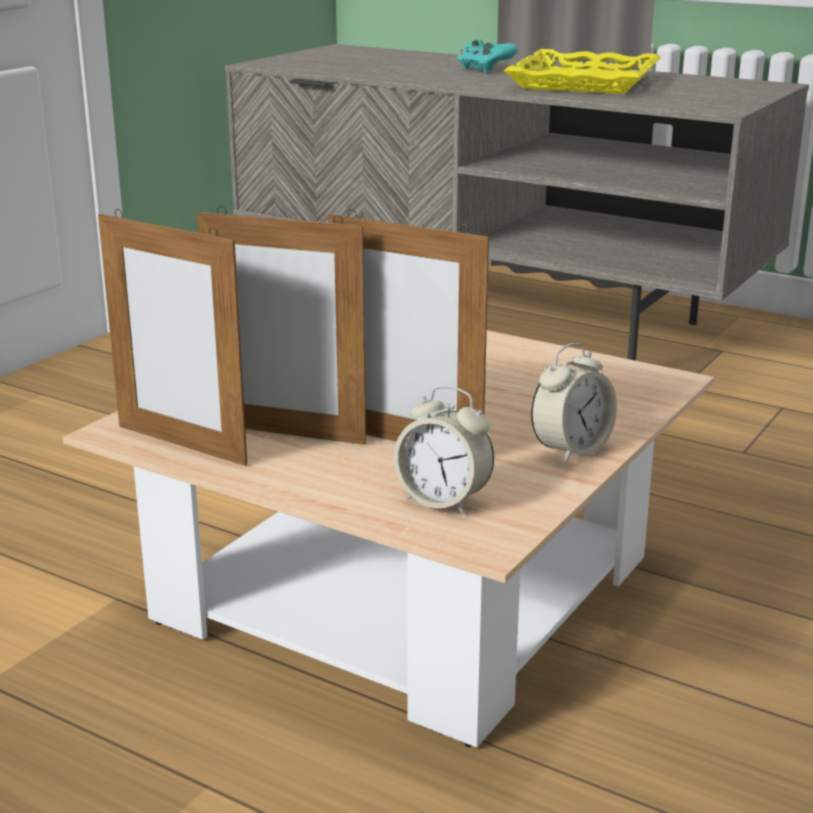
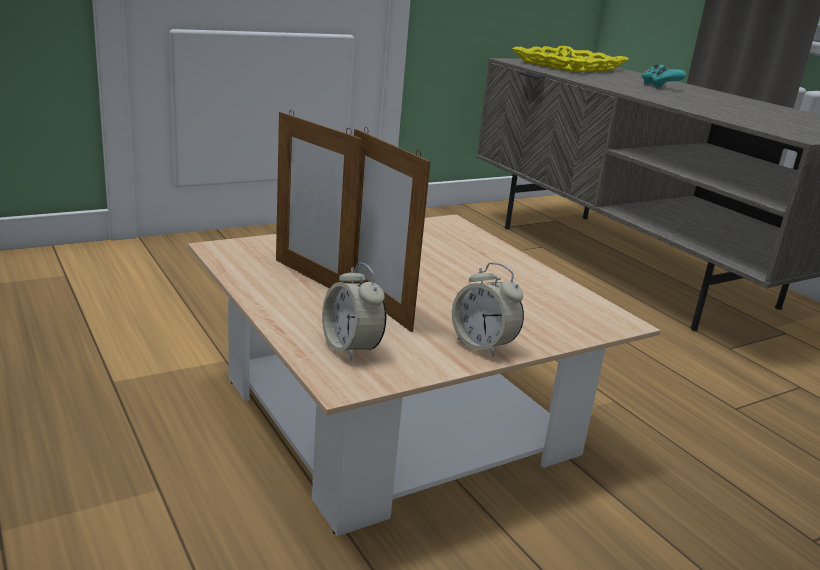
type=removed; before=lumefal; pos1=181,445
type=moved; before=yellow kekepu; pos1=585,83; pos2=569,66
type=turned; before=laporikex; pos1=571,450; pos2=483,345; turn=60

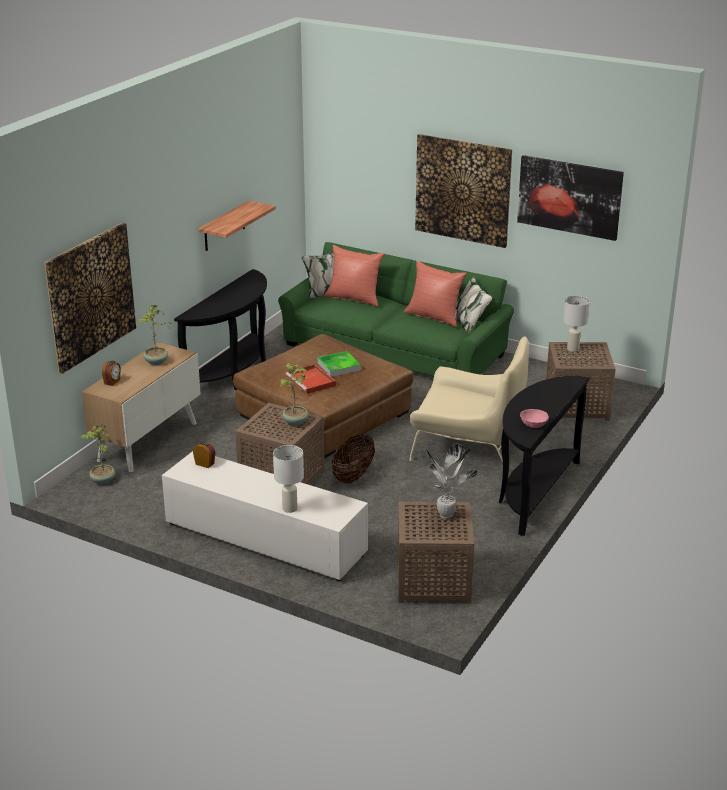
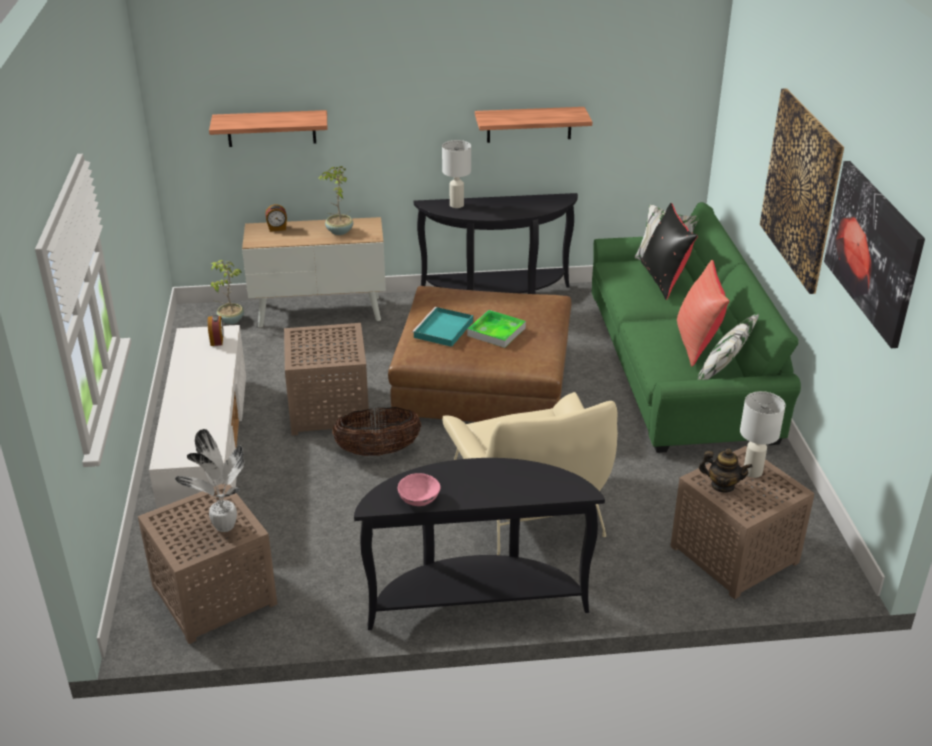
type=removed; before=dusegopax; pos1=296,422
type=added; after=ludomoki; pos2=722,486
type=moved; before=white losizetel; pos1=290,508; pos2=457,205
type=replaced; before=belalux; after=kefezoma; pos1=90,296; pos2=271,128
type=recoloured; before=red kekepu; after=turquoise kekepu; pos1=311,381; pos2=443,330
type=recoloured; before=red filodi; after=black filodi; pos1=354,298; pos2=664,279

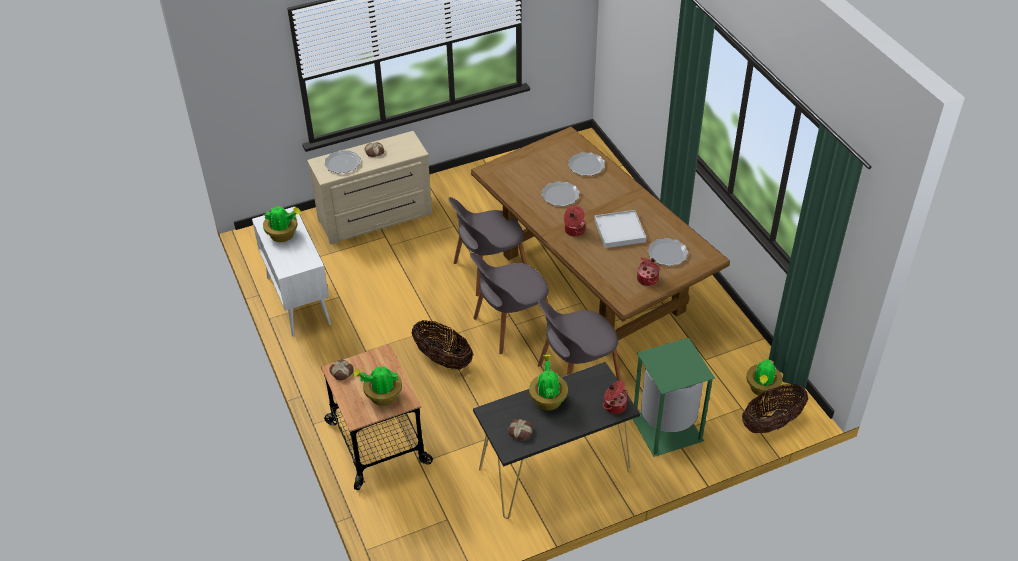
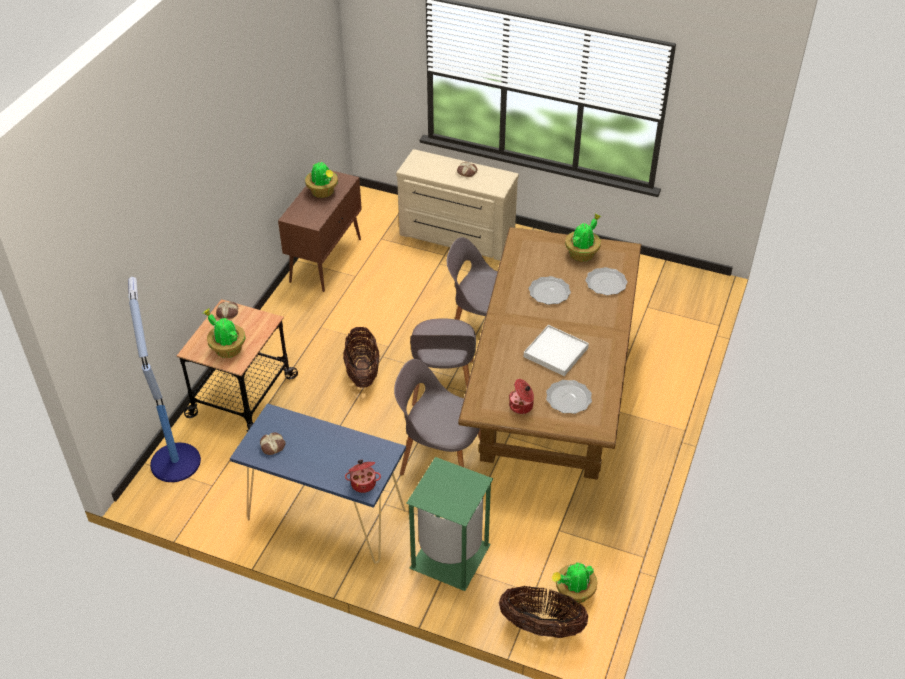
type=removed; before=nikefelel; pos1=342,163
type=removed; before=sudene; pos1=574,230
type=added; after=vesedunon; pos2=175,460
type=moved; before=dusegopax; pos1=548,399; pos2=582,253
type=recoloured; before=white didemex; after=brown didemex; pos1=298,300; pos2=326,260
type=recoloured; before=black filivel; after=blue filivel; pos1=554,470; pos2=325,514
type=turned; before=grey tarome; pos1=510,325; pos2=443,385; turn=-105

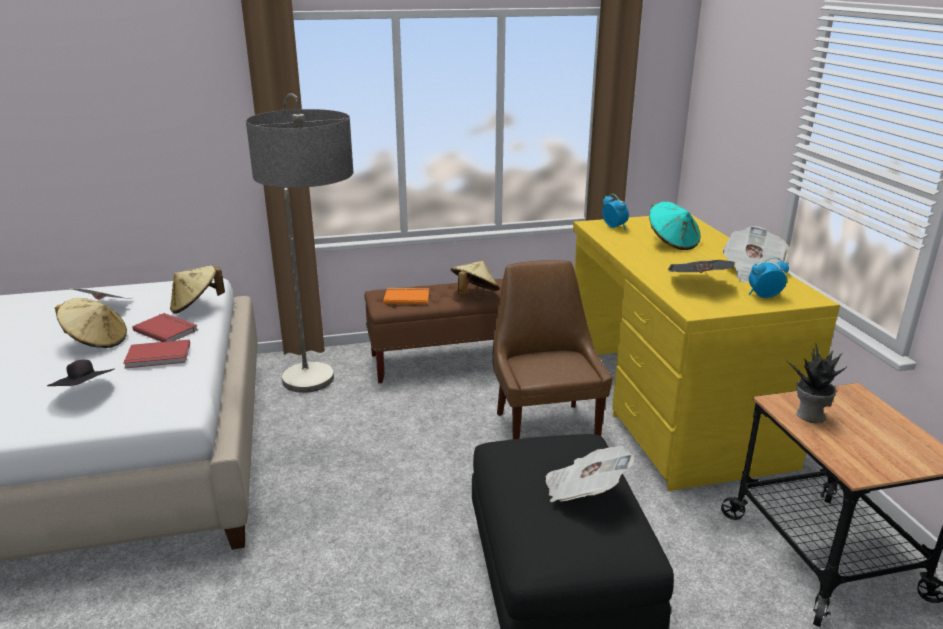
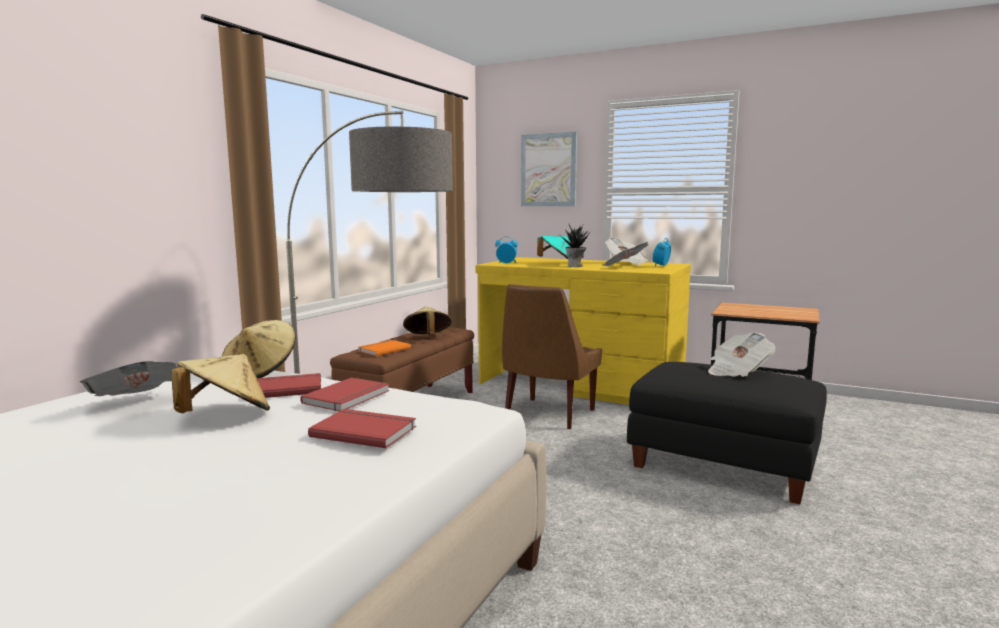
type=added; after=belalux; pos2=548,170
type=moved; before=dusegopax; pos1=809,416; pos2=575,266
type=replaced; before=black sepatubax; after=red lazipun; pos1=86,392; pos2=364,431
type=turned; before=brown tarome; pos1=545,427; pos2=548,414; turn=-90

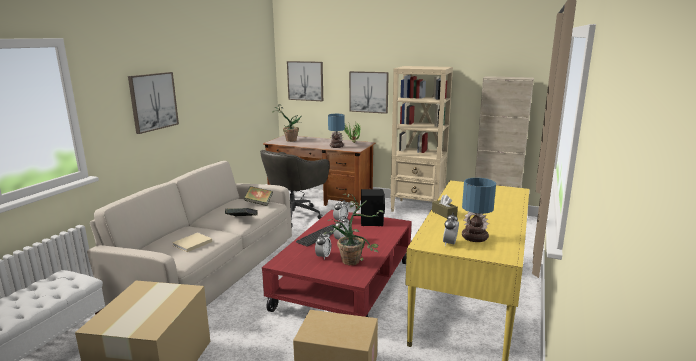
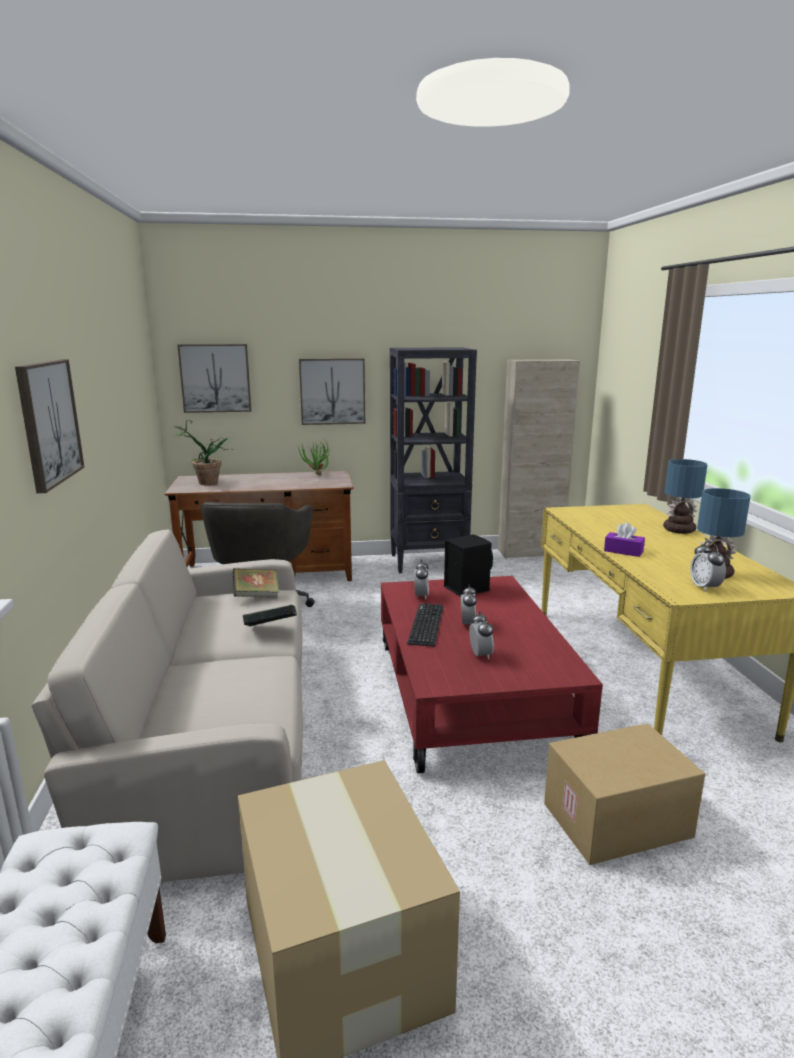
type=removed; before=beige lazipun; pos1=191,244
type=removed; before=dusegopax; pos1=355,260
type=moved; before=losizetel; pos1=336,146; pos2=678,530
type=recoloured; before=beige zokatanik; after=black zokatanik; pos1=418,208; pos2=429,562
type=recoloured; before=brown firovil; after=purple firovil; pos1=444,214; pos2=623,551

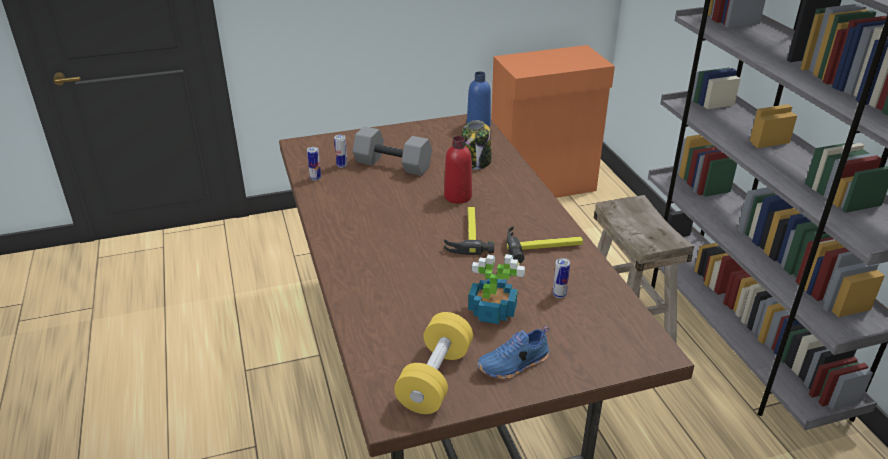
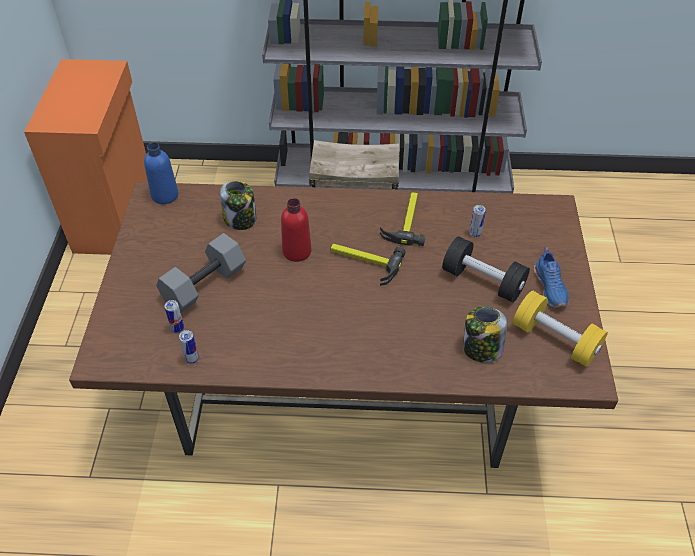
type=added; after=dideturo; pos2=481,349
type=replaced; before=dusegopax; after=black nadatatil; pos1=491,311; pos2=482,281

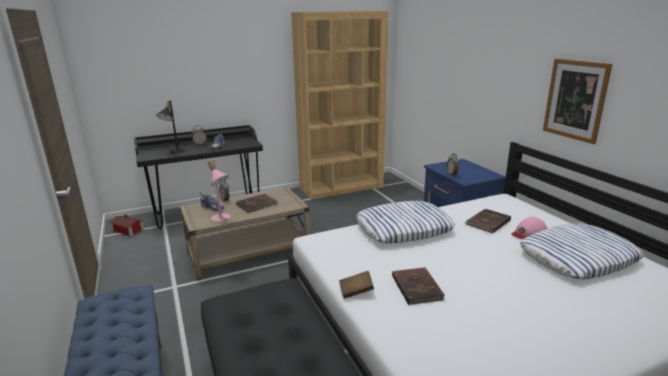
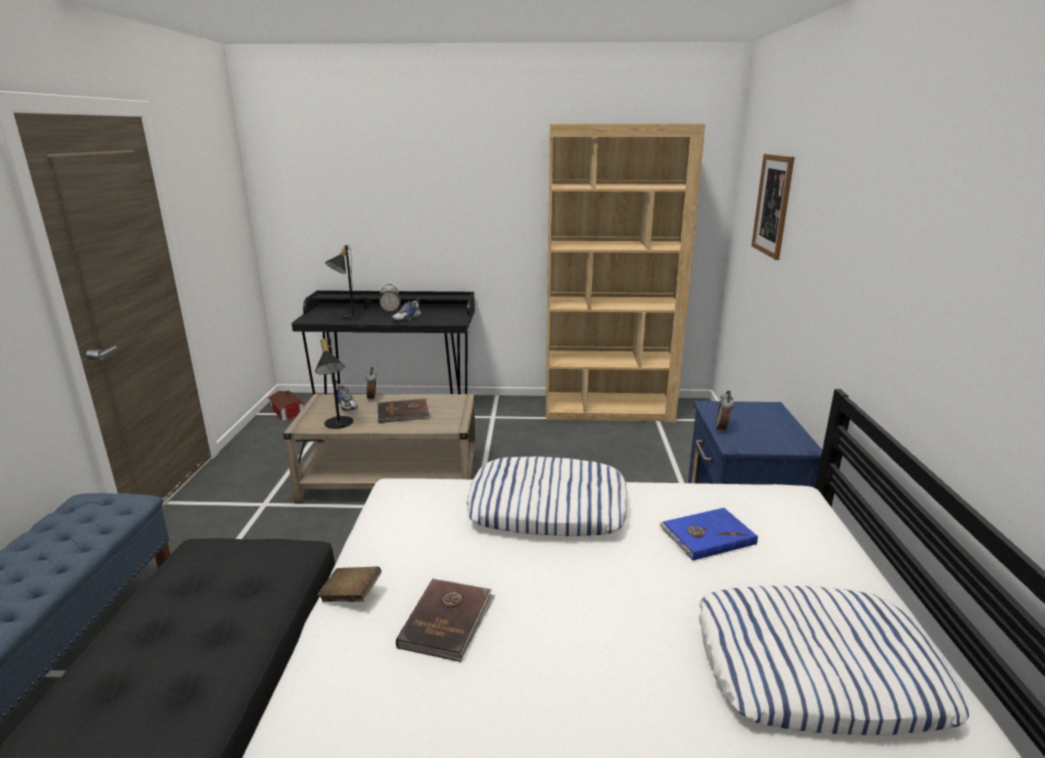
type=removed; before=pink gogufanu; pos1=528,233
type=moved; before=belalux; pos1=575,100; pos2=772,205
type=recoloured; before=pink losizetel; after=black losizetel; pos1=222,219; pos2=338,425
type=recoloured; before=brown lazipun; after=blue lazipun; pos1=487,222; pos2=706,536

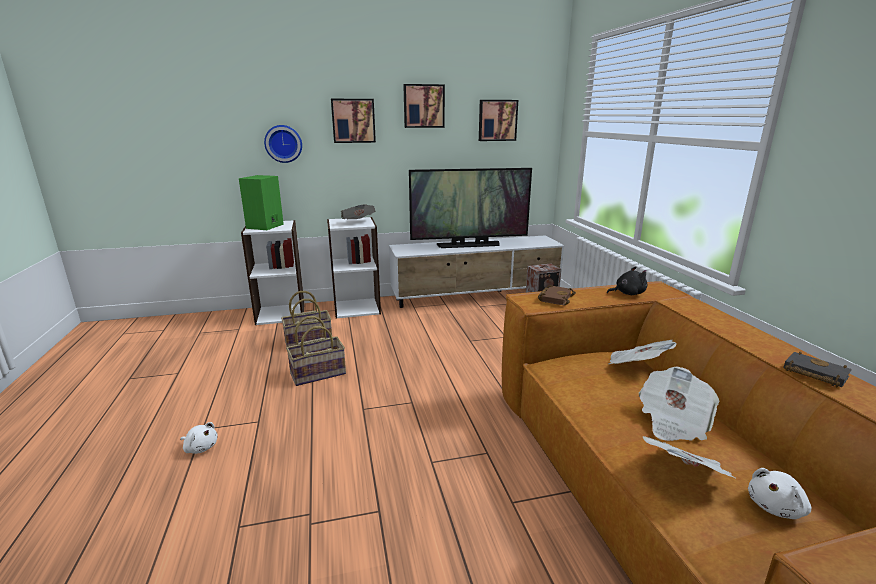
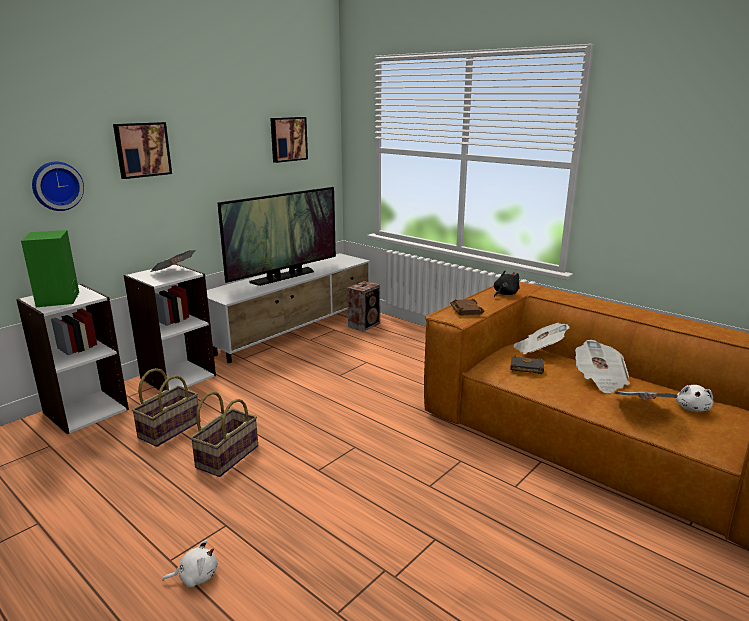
type=removed; before=belalux; pos1=423,106
type=moved; before=black lazipun; pos1=812,373; pos2=525,368

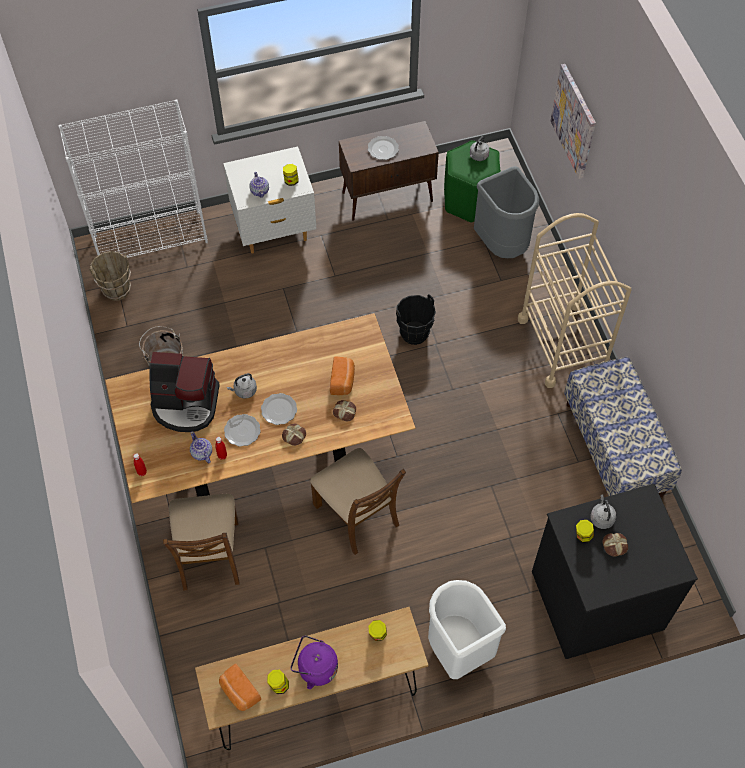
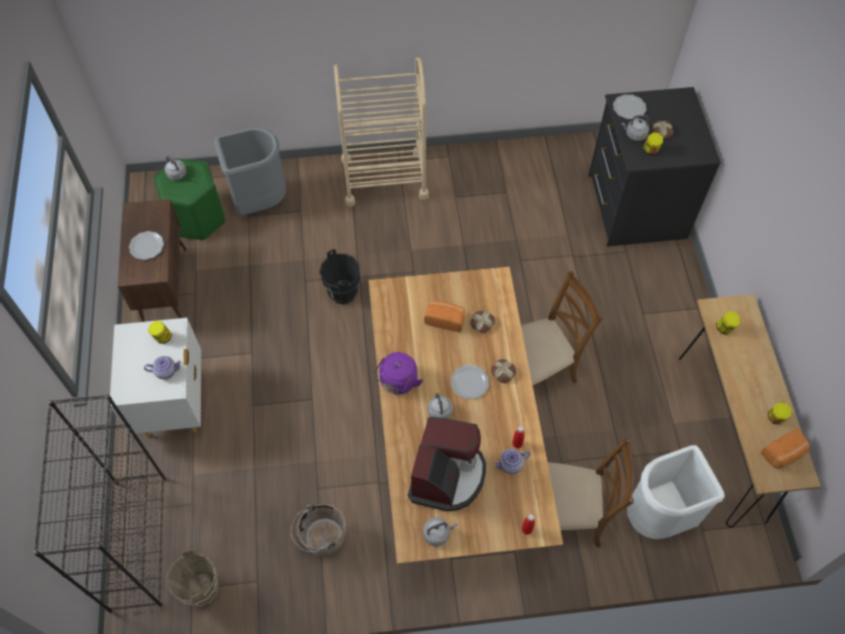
type=removed; before=belalux; pos1=574,121
type=removed; before=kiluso; pos1=614,449
type=added; after=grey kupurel; pos2=437,534
type=moved; before=nikefelel; pos1=242,430; pos2=628,108
type=moved; before=purple kupurel; pos1=315,668; pos2=397,382
type=moved; before=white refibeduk; pos1=458,649; pos2=658,516
type=recoloured; before=white zokatanik; after=black zokatanik; pos1=151,238; pos2=137,541

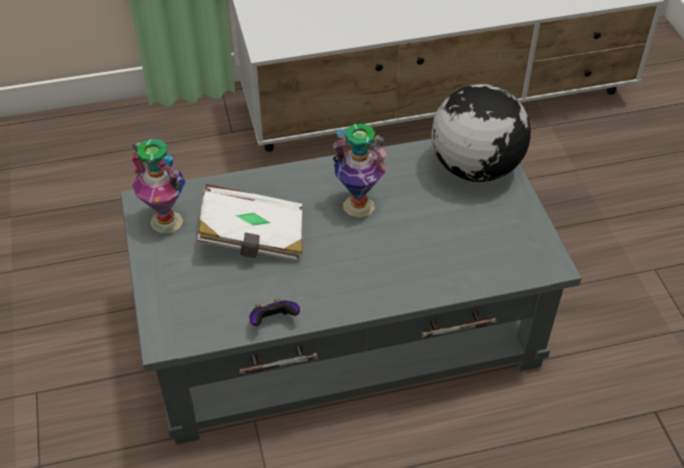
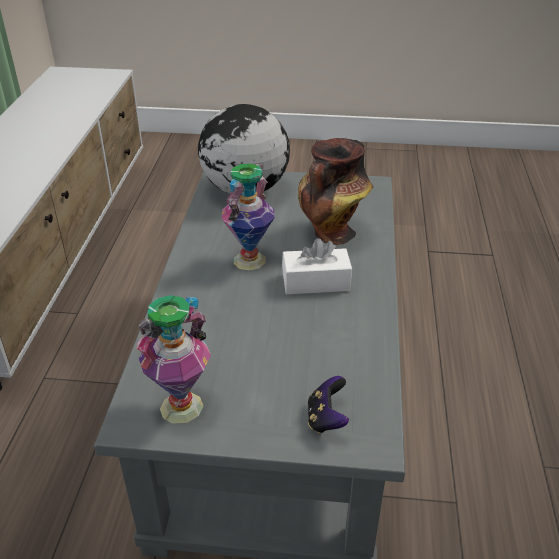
type=removed; before=white lazipun; pos1=253,239
type=added; after=white firovil; pos2=316,282
type=added; after=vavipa; pos2=332,234
type=moved; before=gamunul; pos1=273,321; pos2=326,419

